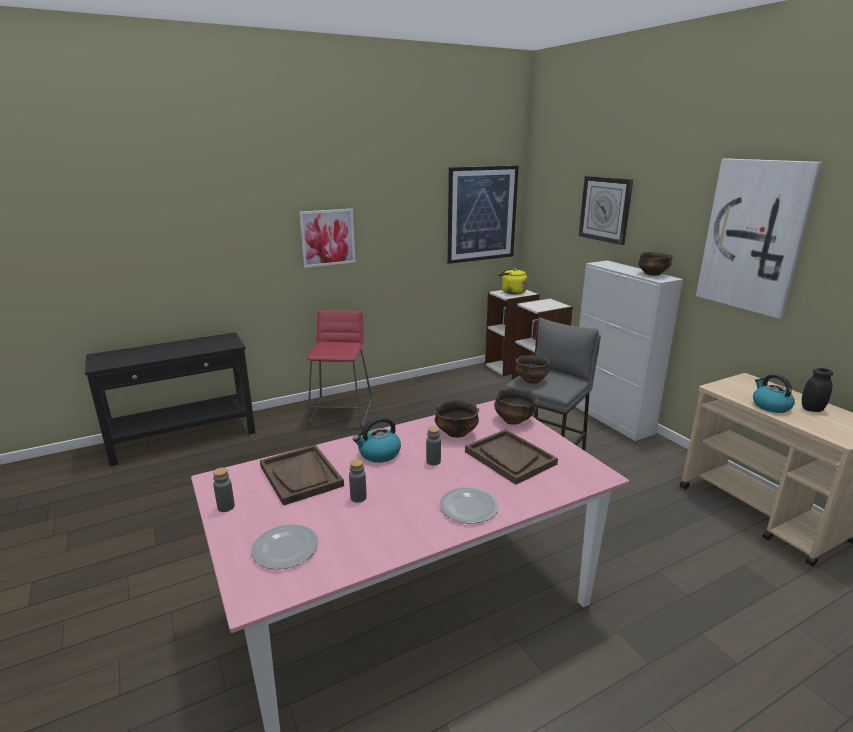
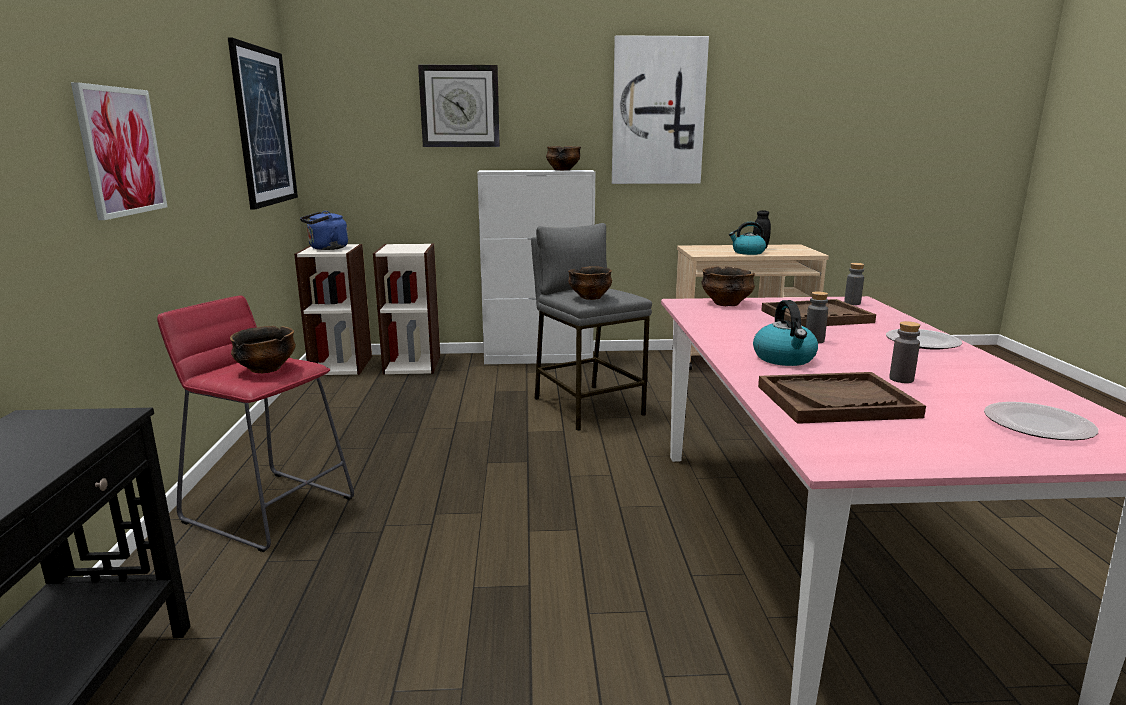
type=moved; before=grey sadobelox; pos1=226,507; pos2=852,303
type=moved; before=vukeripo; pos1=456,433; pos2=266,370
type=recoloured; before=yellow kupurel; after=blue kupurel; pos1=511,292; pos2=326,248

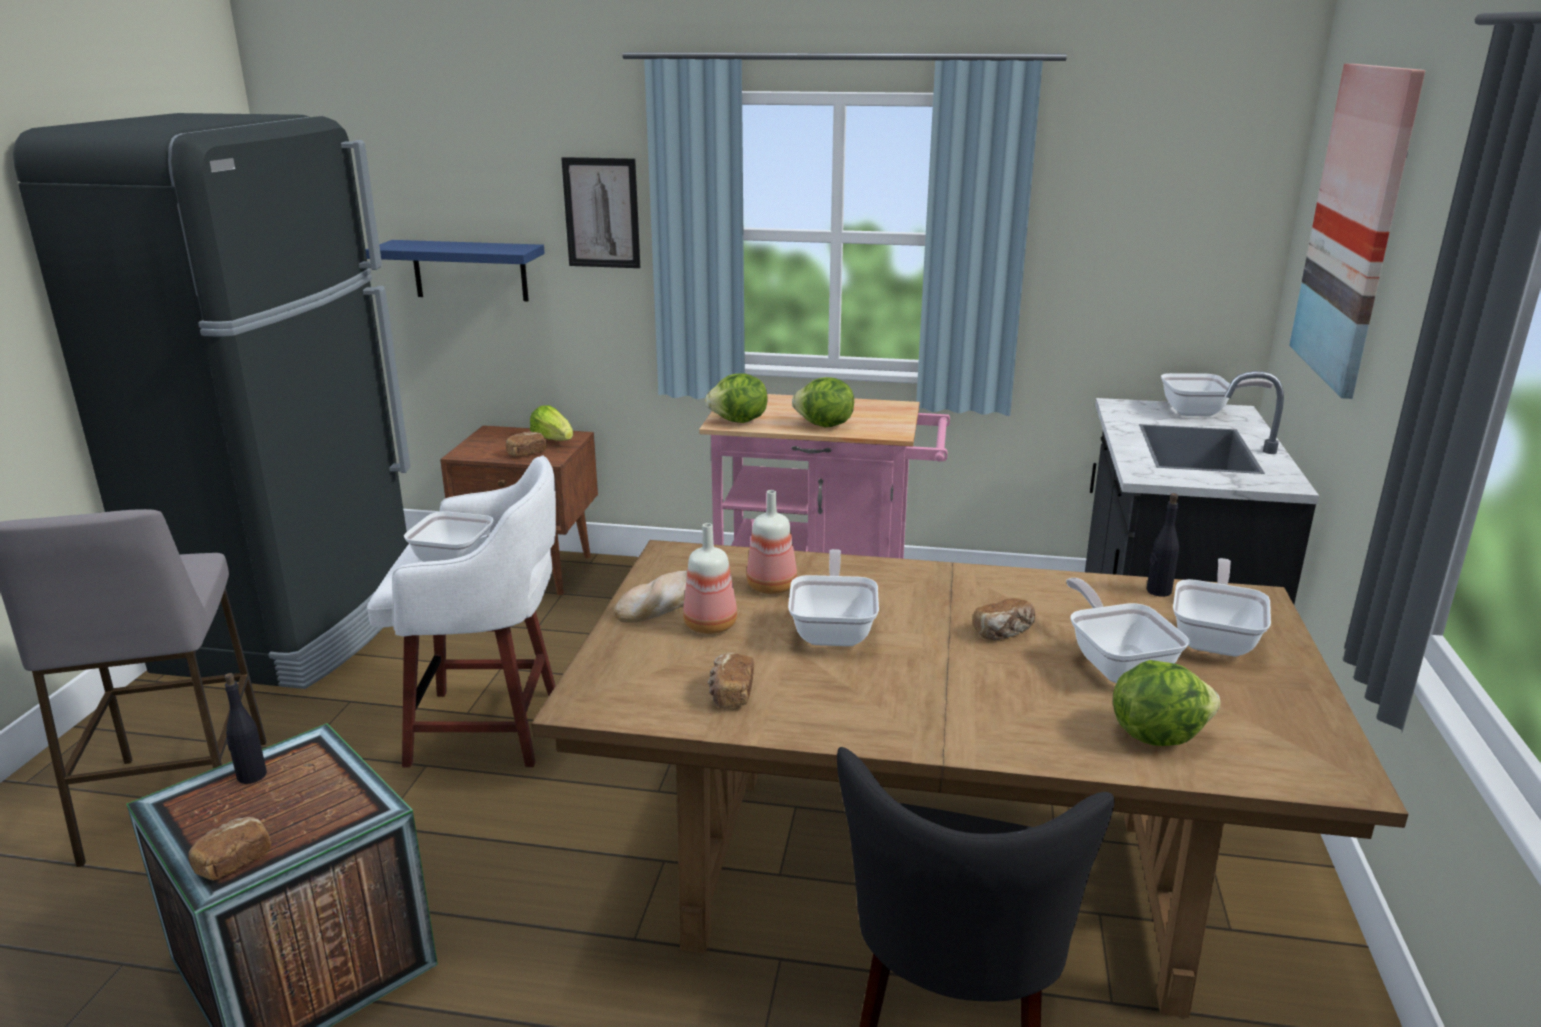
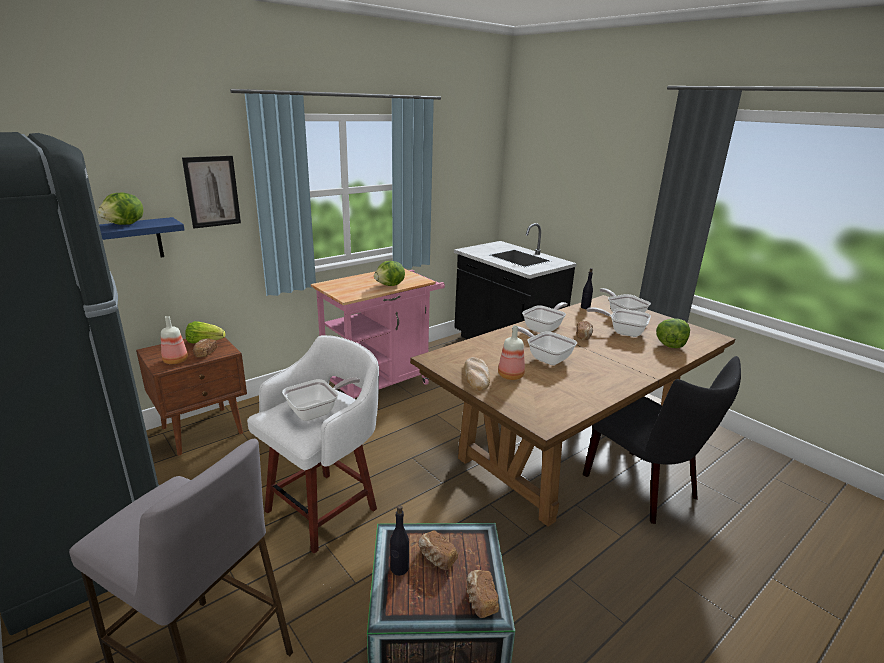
type=removed; before=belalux; pos1=1355,226
type=moved; before=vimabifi; pos1=739,421; pos2=125,224
type=moved; before=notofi; pos1=730,694; pos2=436,558
type=moved; before=sadobelox; pos1=772,586; pos2=175,360
type=moved; before=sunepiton; pos1=1201,412; pos2=545,328

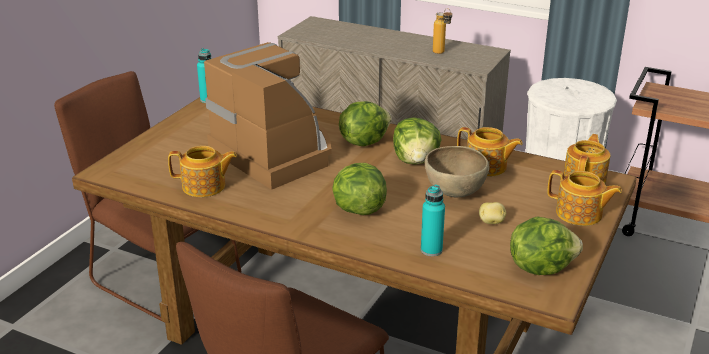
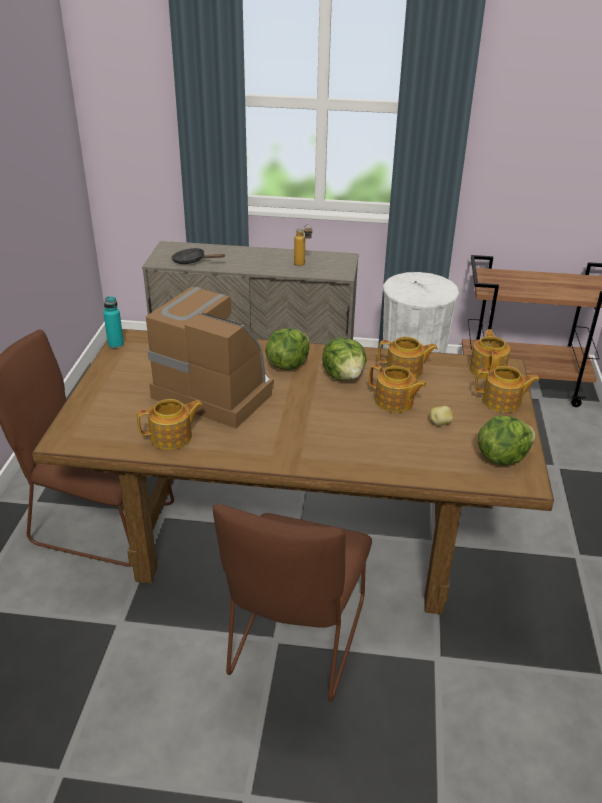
type=removed; before=vimabifi; pos1=358,209
type=removed; before=turquoise sadobelox; pos1=431,250
type=added; after=black sunepiton; pos2=192,261
type=replaced; before=brown vukeripo; after=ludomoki; pos1=454,194; pos2=394,402

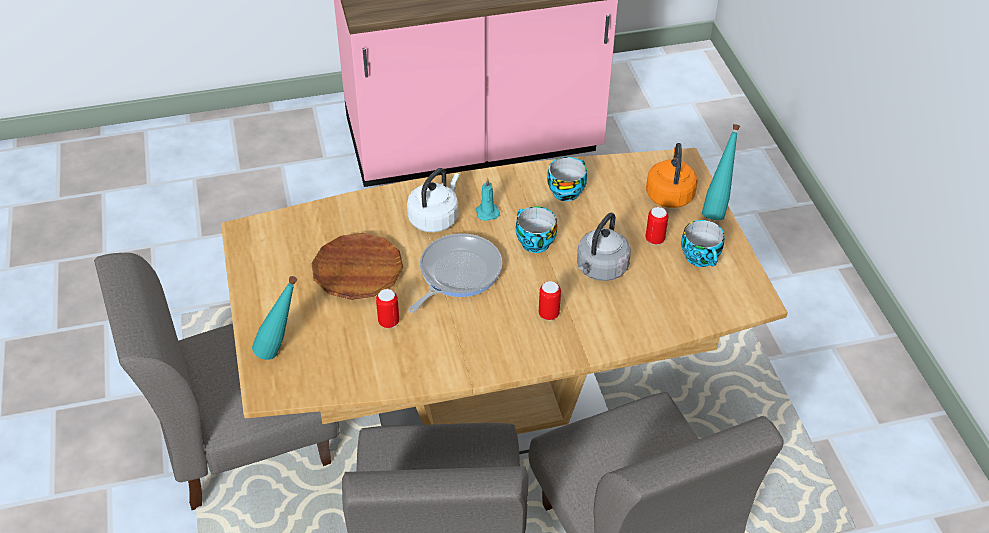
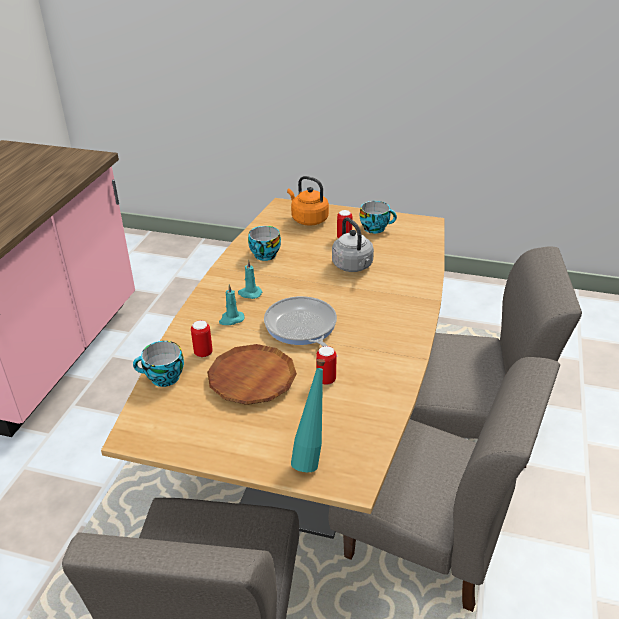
type=removed; before=turquoise sadobelox; pos1=716,209
type=moved; before=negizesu; pos1=533,242; pos2=163,378
type=moved; before=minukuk; pos1=548,314; pos2=203,353
type=replaced; before=white kupurel; after=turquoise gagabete; pos1=435,218; pos2=231,319

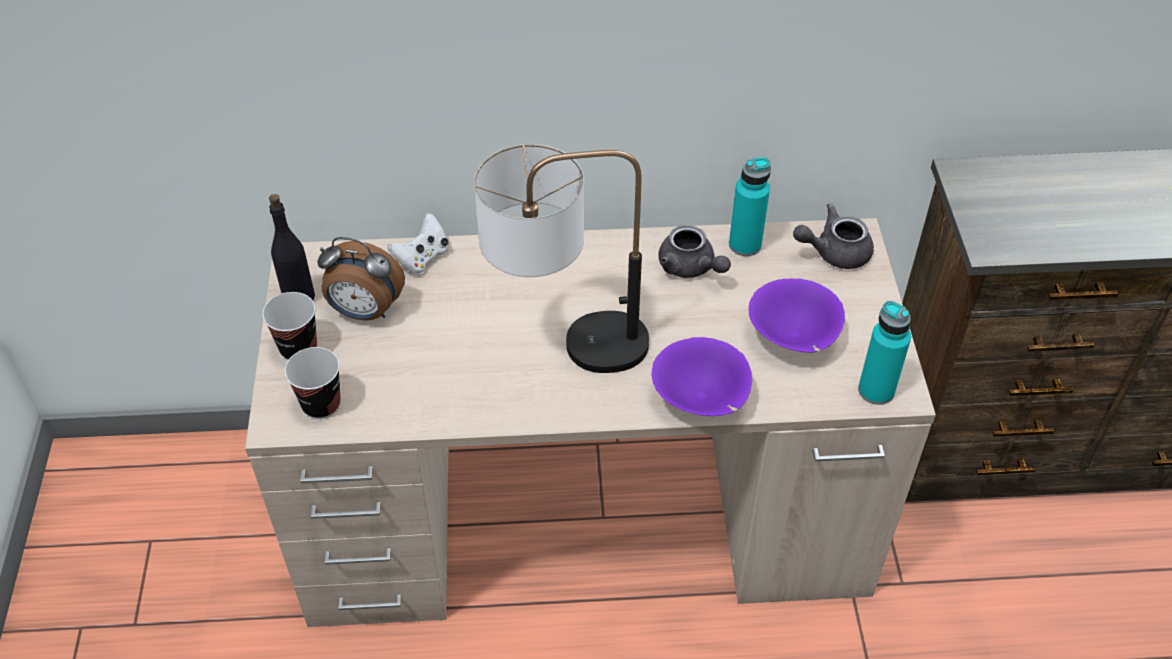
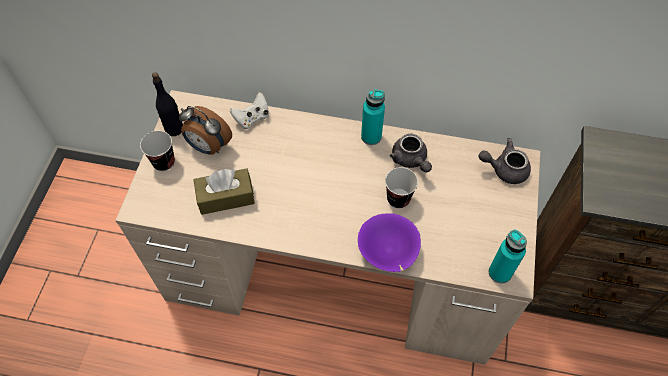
type=removed; before=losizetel; pos1=566,348
type=removed; before=purple vukeripo; pos1=793,338
type=added; after=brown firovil; pos2=226,197
type=moved; before=negizesu; pos1=321,404; pos2=398,199
type=moved; before=turquoise sadobelox; pos1=745,245; pos2=371,137

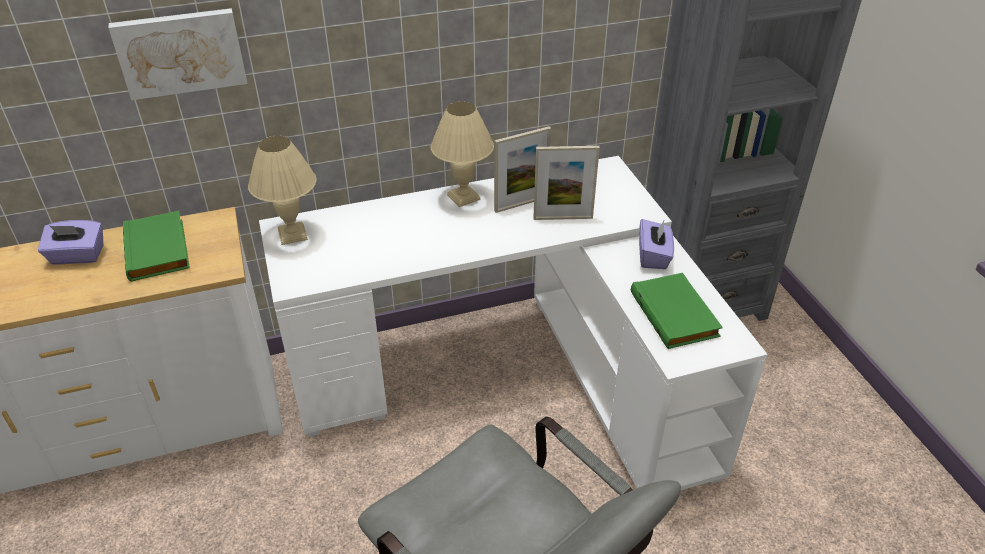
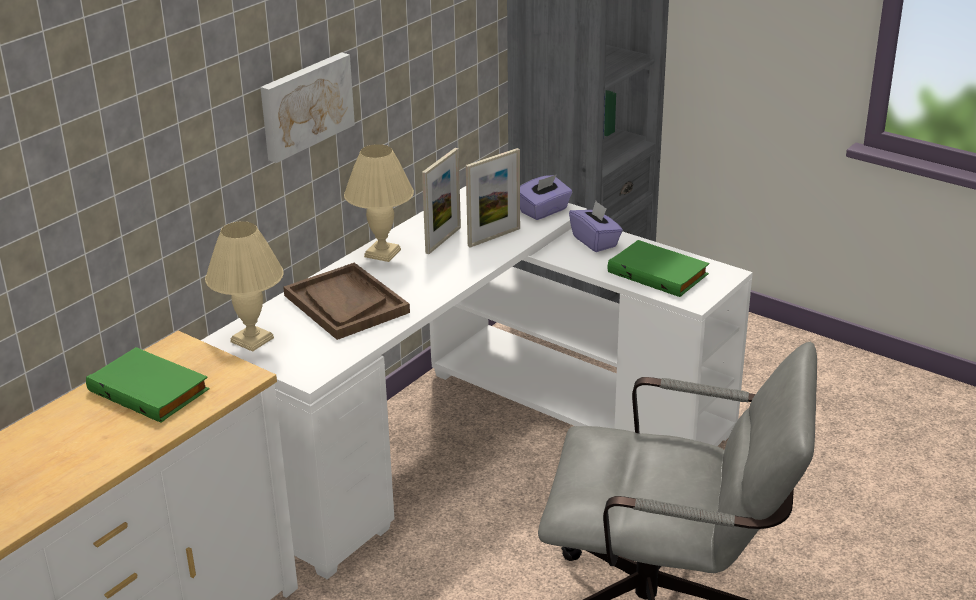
type=added; after=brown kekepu; pos2=345,304
type=moved; before=purple firovil; pos1=77,256; pos2=544,211
type=moved; before=belalux; pos1=180,52; pos2=305,105

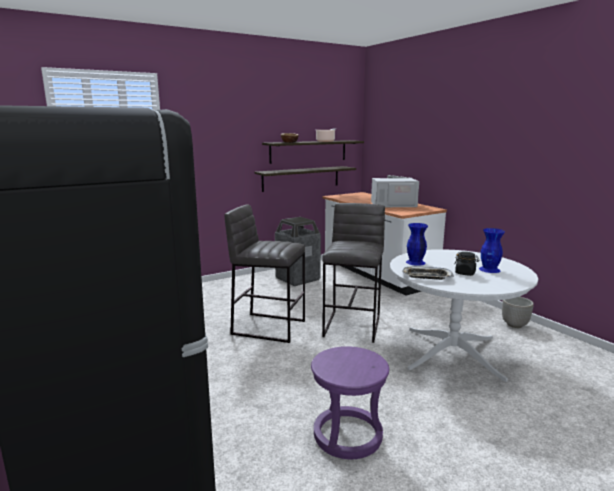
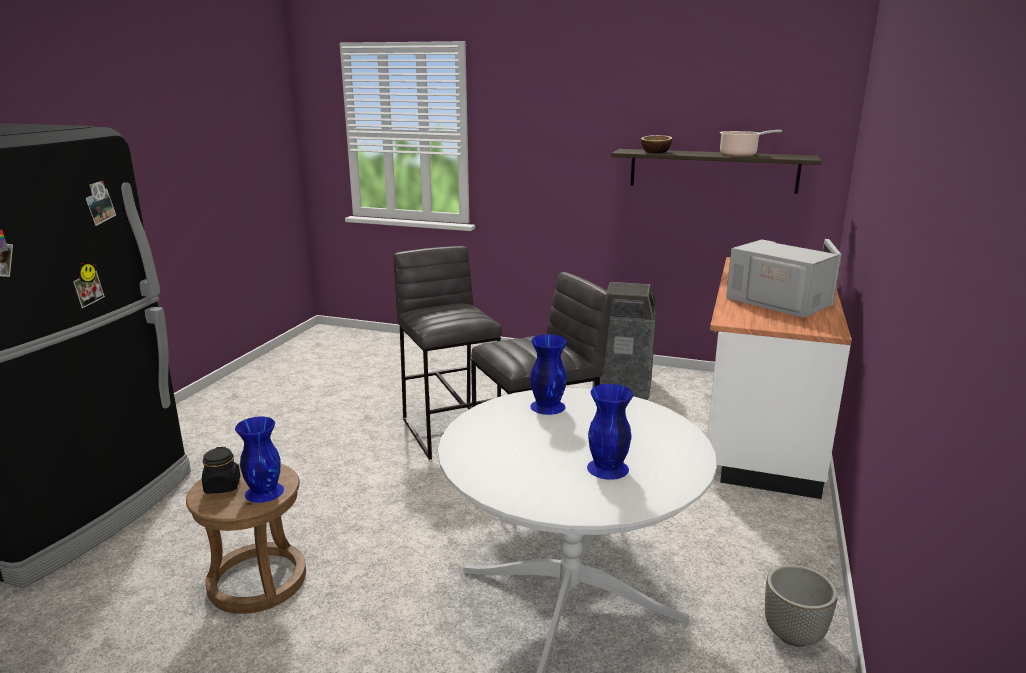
type=removed; before=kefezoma; pos1=301,178
type=removed; before=kekepu; pos1=426,276
type=added; after=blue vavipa; pos2=264,491
type=moved; before=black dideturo; pos1=465,273; pos2=222,486
type=recoloured; before=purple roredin; after=brown roredin; pos1=347,435; pos2=257,581

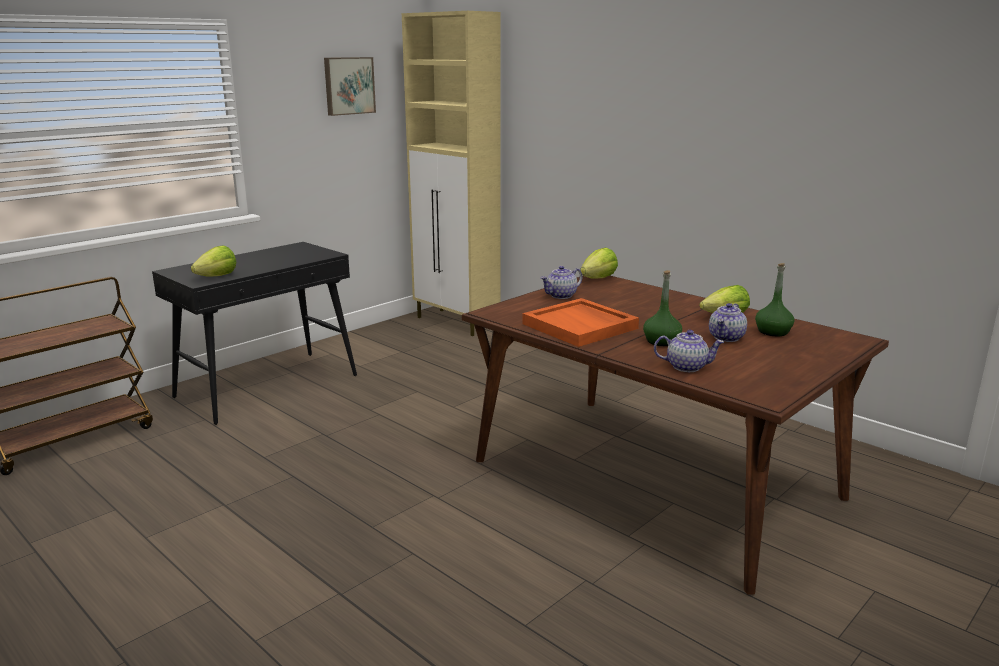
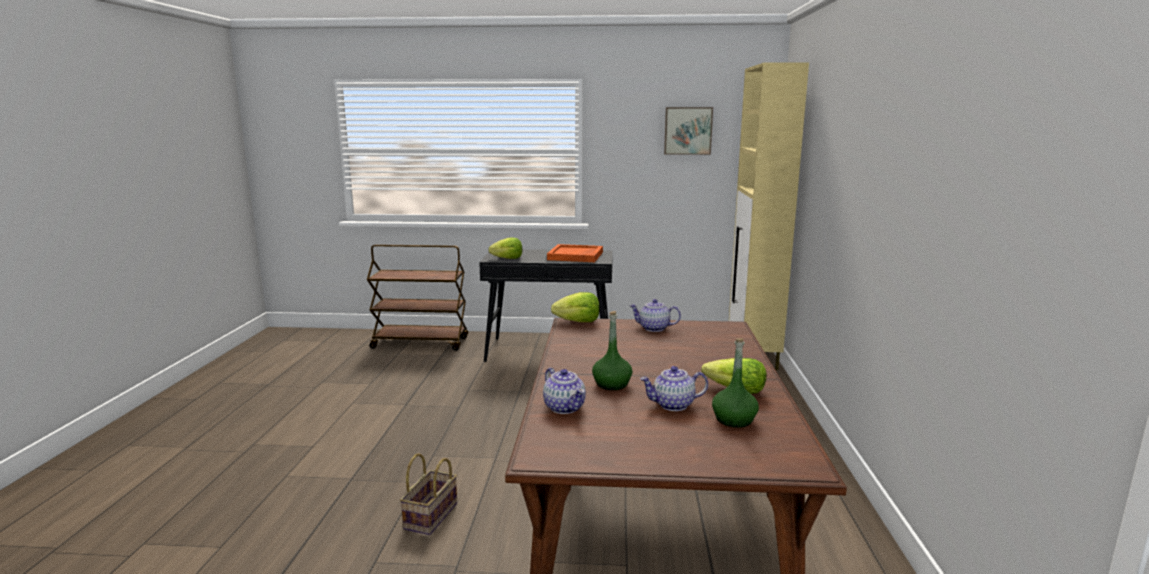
type=added; after=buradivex; pos2=431,517
type=moved; before=orange kekepu; pos1=581,326; pos2=576,256
type=moved; before=vimabifi; pos1=598,278; pos2=578,322

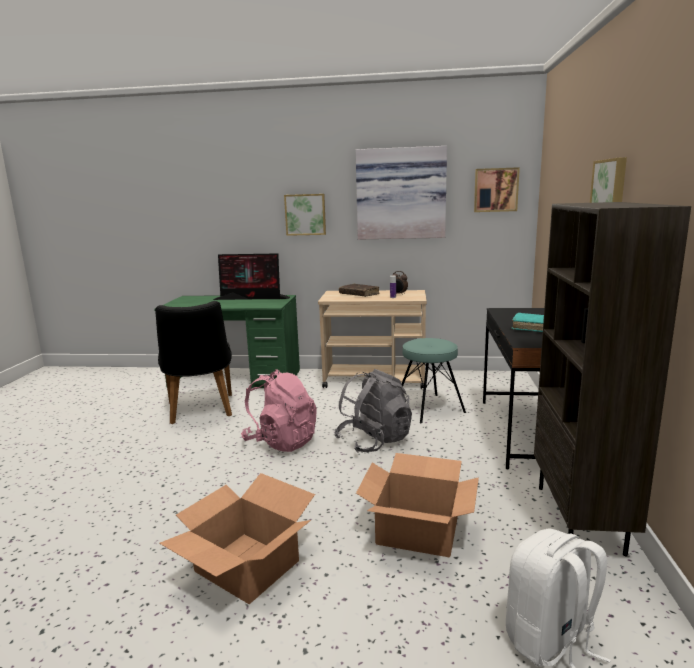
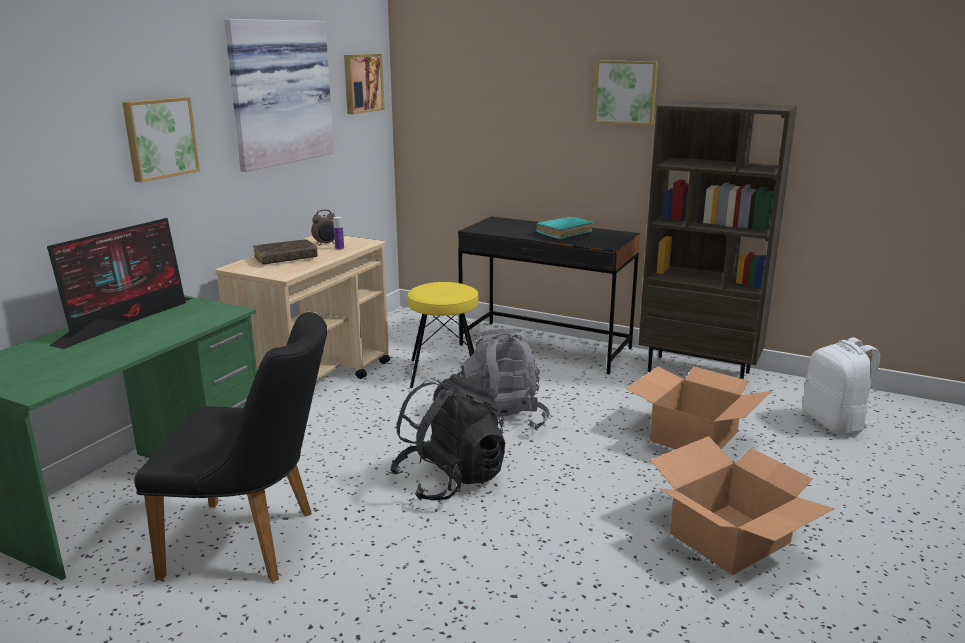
type=recoloured; before=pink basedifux; after=black basedifux; pos1=281,441; pos2=450,479
type=recoloured; before=turquoise roredin; after=yellow roredin; pos1=429,408; pos2=444,372

